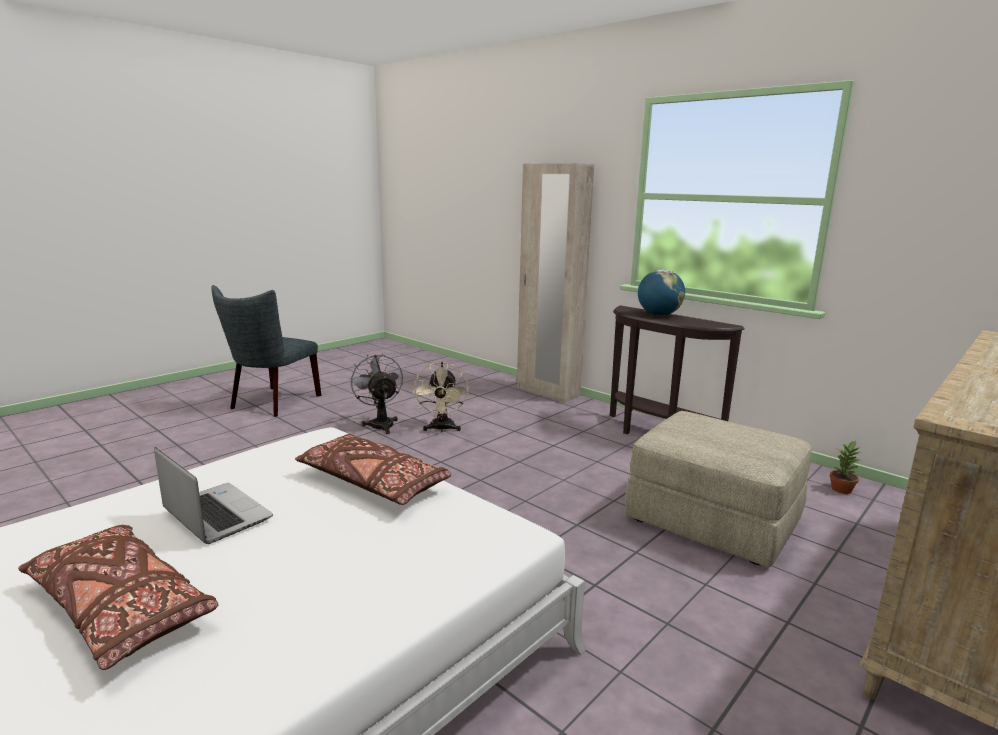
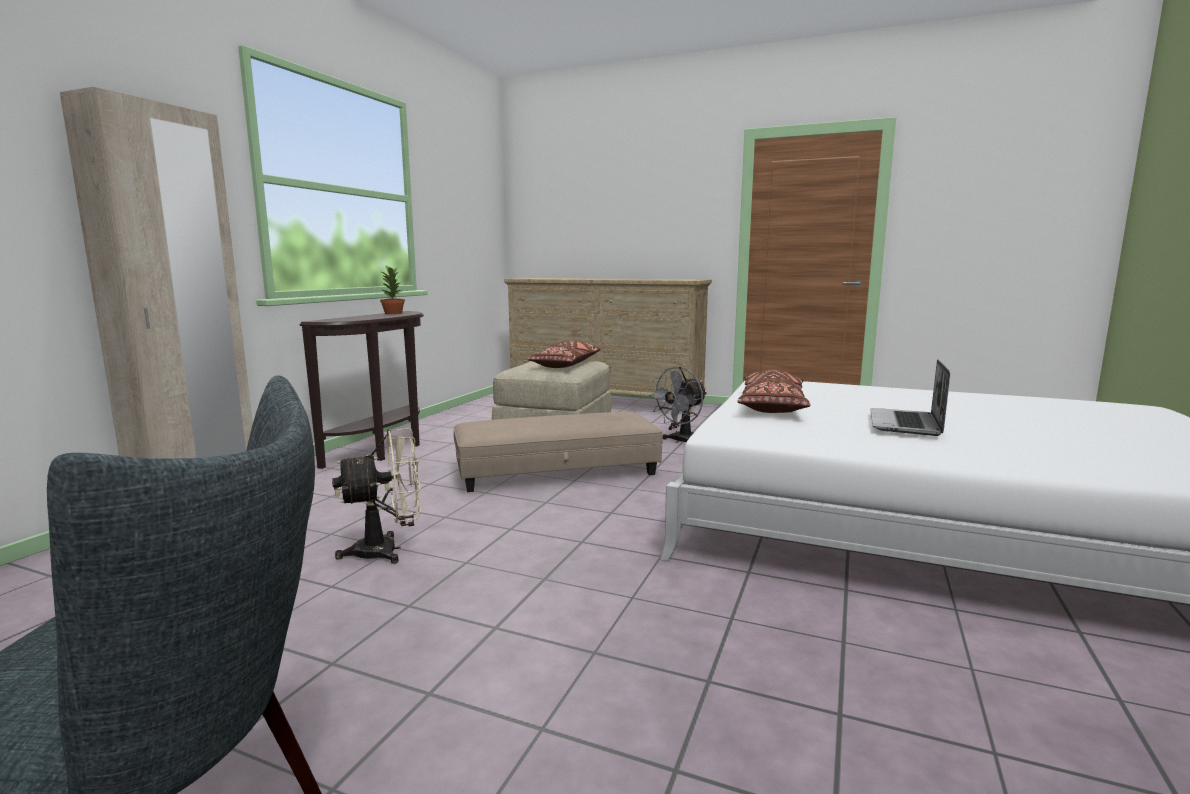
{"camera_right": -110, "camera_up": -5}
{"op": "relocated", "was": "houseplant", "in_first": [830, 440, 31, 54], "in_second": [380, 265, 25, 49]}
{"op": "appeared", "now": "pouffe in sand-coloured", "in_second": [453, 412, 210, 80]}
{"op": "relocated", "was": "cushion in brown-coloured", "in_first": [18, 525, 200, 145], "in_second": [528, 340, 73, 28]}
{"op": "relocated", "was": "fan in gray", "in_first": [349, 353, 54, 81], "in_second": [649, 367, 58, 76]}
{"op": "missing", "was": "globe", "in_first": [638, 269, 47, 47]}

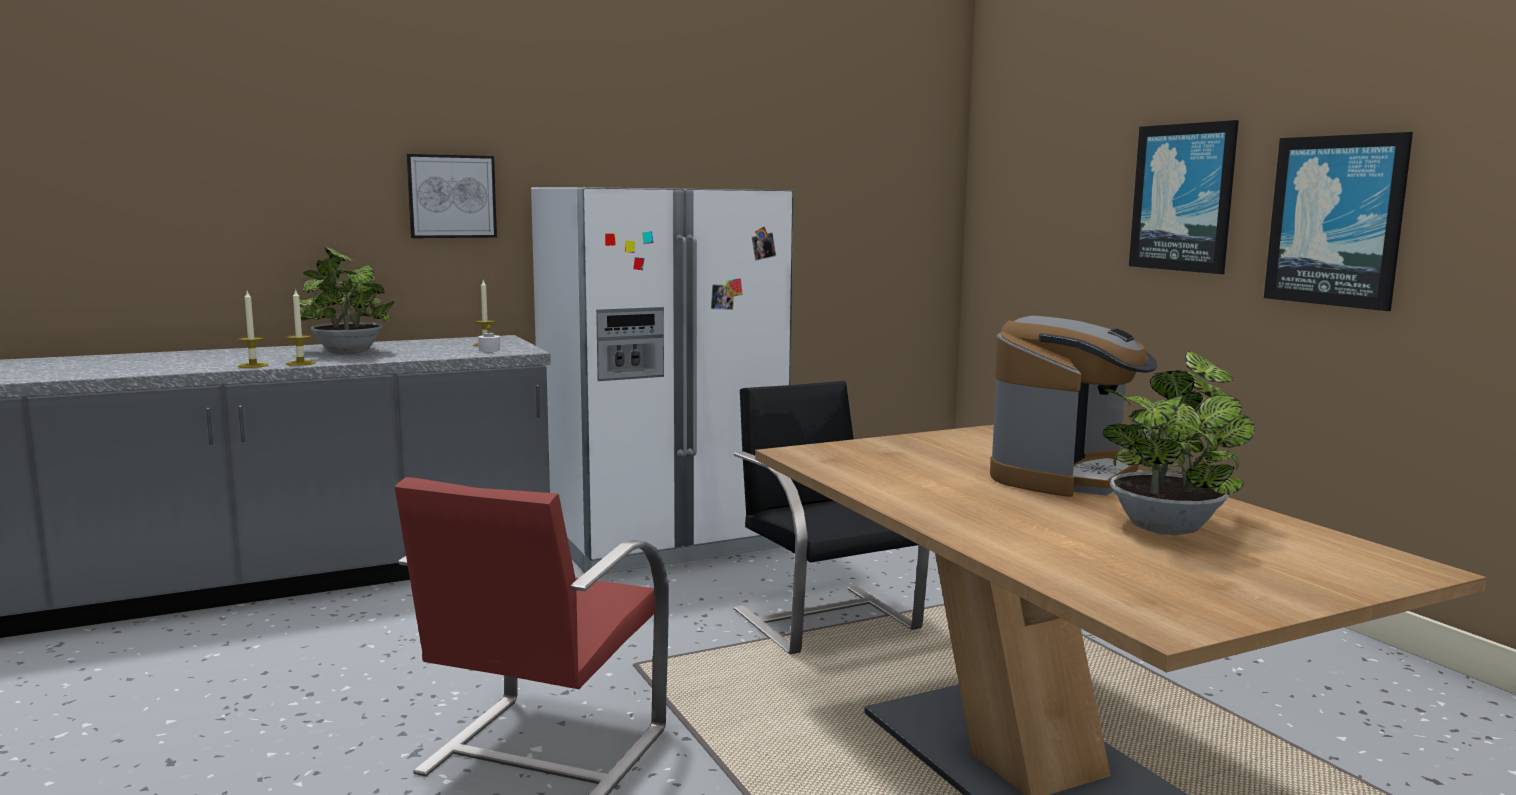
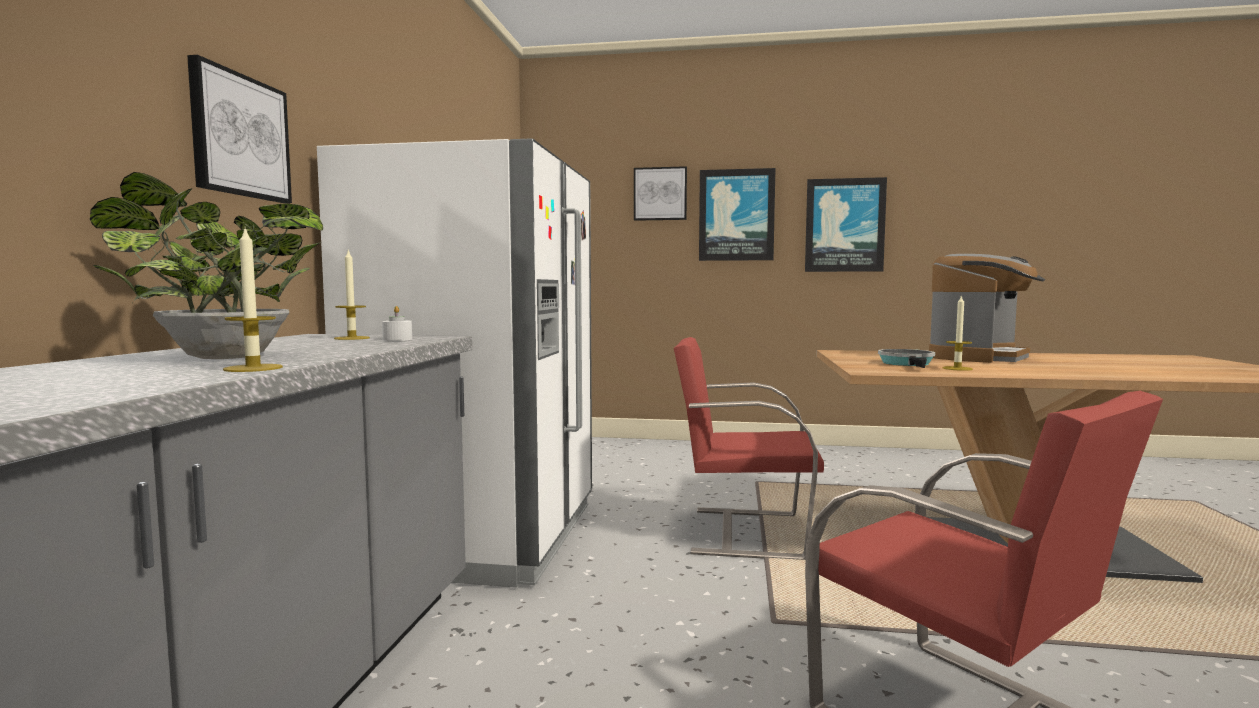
{"camera_right": -55, "camera_up": -5}
{"op": "appeared", "now": "wall art", "in_second": [634, 166, 53, 55]}
{"op": "colour", "was": "upright chair in blackish", "now": "upright chair in reddish", "in_first": [734, 381, 196, 273], "in_second": [674, 337, 150, 223]}
{"op": "appeared", "now": "frying pan", "in_second": [878, 349, 57, 19]}
{"op": "spun", "was": "coffee brewer", "in_first": [990, 316, 167, 181], "in_second": [929, 254, 116, 109], "clockwise": 60}
{"op": "relocated", "was": "candle", "in_first": [238, 291, 31, 77], "in_second": [943, 295, 30, 76]}
{"op": "missing", "was": "houseplant", "in_first": [1103, 351, 152, 184]}

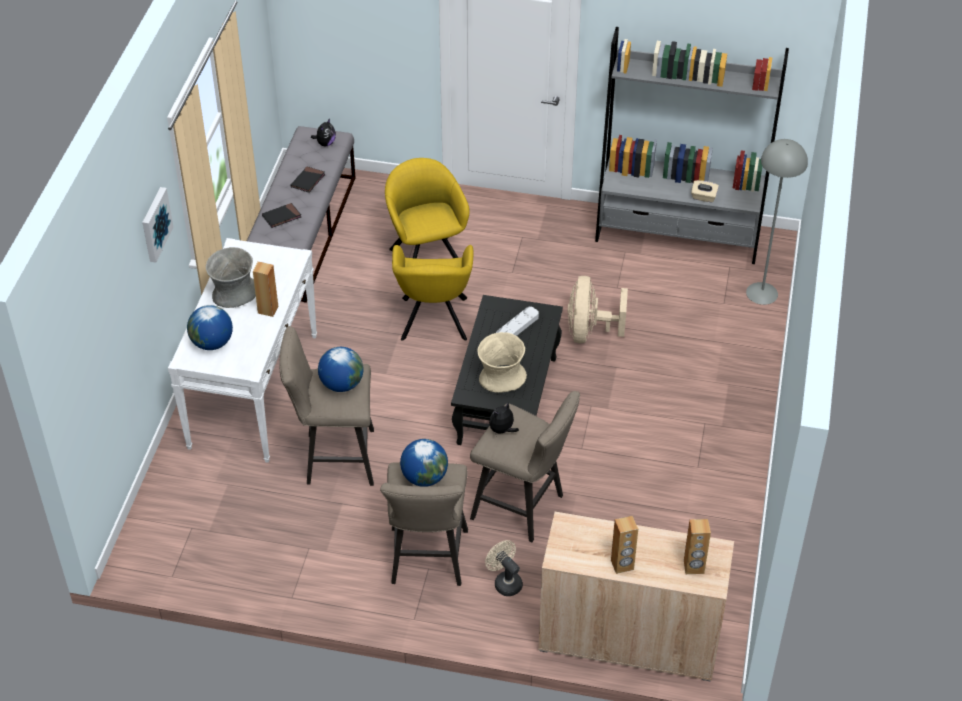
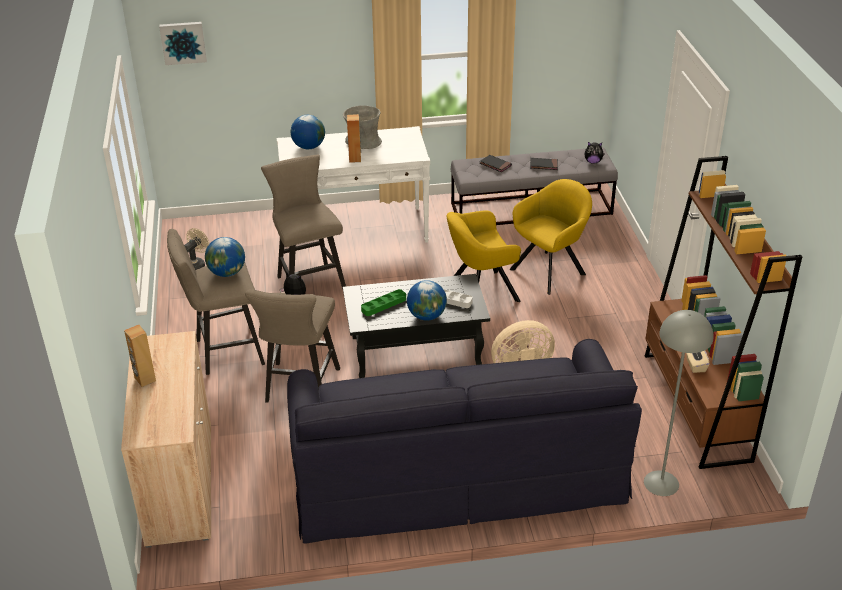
{"camera_right": 70, "camera_up": -10}
{"op": "relocated", "was": "wall art", "in_first": [142, 187, 31, 76], "in_second": [159, 22, 48, 43]}
{"op": "relocated", "was": "fan in sand-coloured", "in_first": [485, 540, 38, 56], "in_second": [184, 228, 25, 42]}
{"op": "appeared", "now": "couch in blackish", "in_second": [287, 339, 355, 205]}
{"op": "exchanged", "was": "flower vase in sand-coloured", "now": "carrying tray in greenish", "in_first": [478, 332, 49, 61], "in_second": [361, 289, 45, 27]}
{"op": "relocated", "was": "globe", "in_first": [318, 347, 45, 45], "in_second": [407, 280, 40, 40]}
{"op": "colour", "was": "bookshelf in gray", "now": "bookshelf in brown-coloured", "in_first": [595, 27, 194, 237], "in_second": [645, 156, 158, 313]}
{"op": "missing", "was": "speaker in brown-coloured", "in_first": [684, 519, 27, 55]}

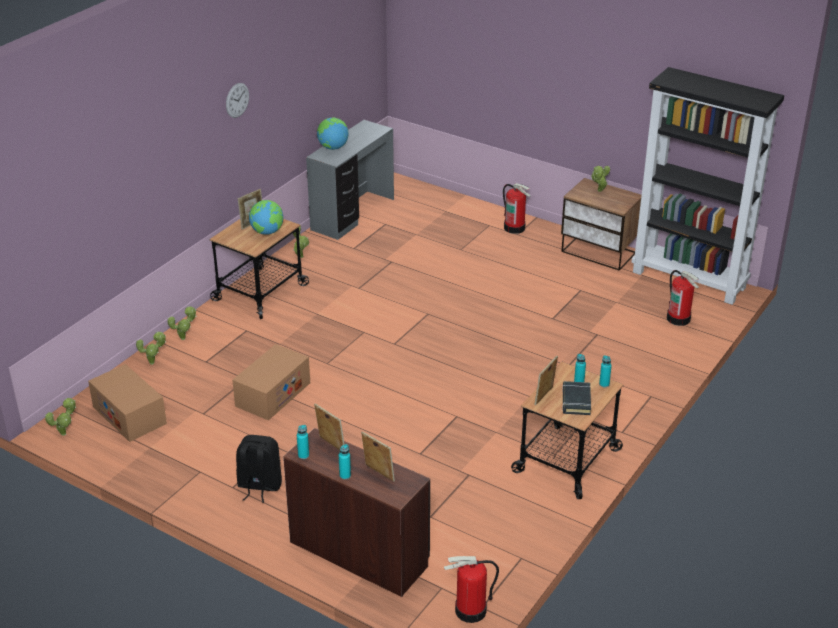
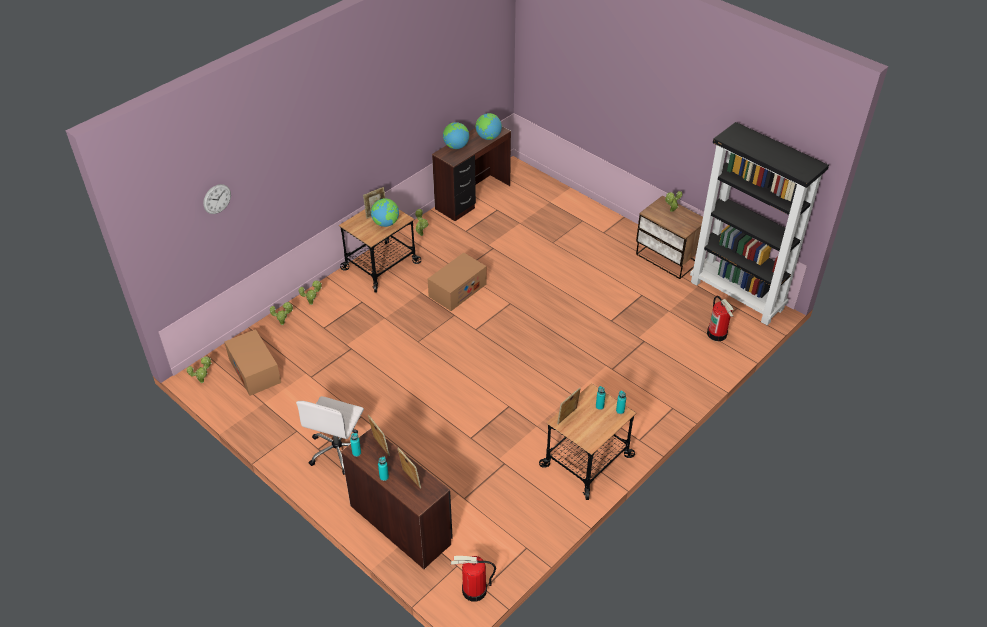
{"camera_right": 10, "camera_up": 10}
{"op": "relocated", "was": "wall clock", "in_first": [226, 83, 23, 35], "in_second": [203, 184, 28, 30]}
{"op": "exchanged", "was": "knapsack in blackish", "now": "computer chair in white", "in_first": [236, 435, 46, 68], "in_second": [296, 396, 68, 79]}
{"op": "relocated", "was": "packing box", "in_first": [232, 344, 78, 77], "in_second": [428, 253, 59, 58]}
{"op": "colour", "was": "desk unit in gray", "now": "desk unit in brown-coloured", "in_first": [306, 120, 88, 120], "in_second": [432, 127, 79, 94]}
{"op": "appeared", "now": "globe", "in_second": [476, 113, 26, 27]}
{"op": "missing", "was": "extinguisher", "in_first": [503, 183, 28, 51]}
{"op": "missing", "was": "book in blackish", "in_first": [562, 381, 29, 34]}

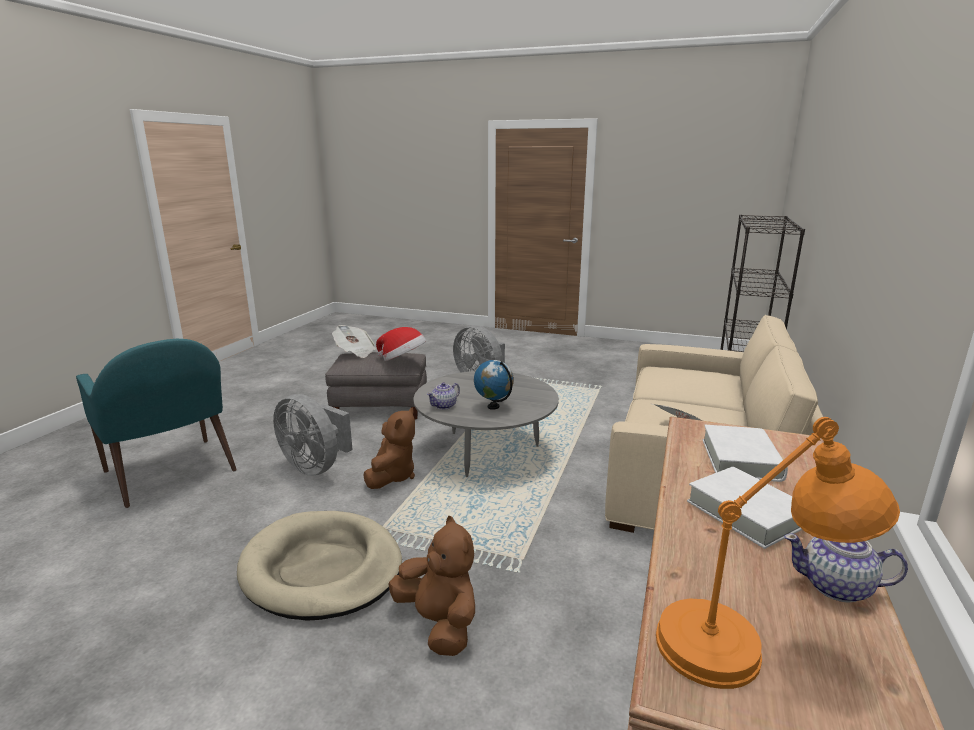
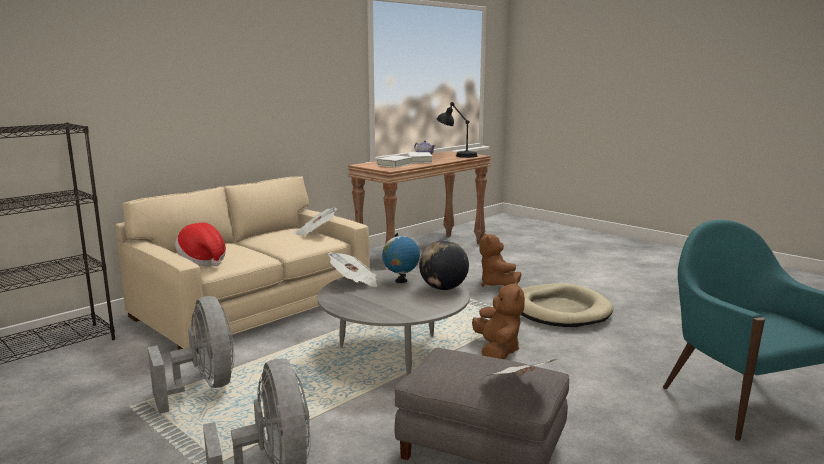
{"camera_right": -155, "camera_up": -5}
{"op": "relocated", "was": "fan in gray", "in_first": [273, 394, 80, 82], "in_second": [148, 296, 87, 118]}
{"op": "relocated", "was": "wearable hat", "in_first": [376, 327, 50, 34], "in_second": [175, 223, 51, 43]}
{"op": "appeared", "now": "newspaper", "in_second": [328, 252, 49, 35]}
{"op": "exchanged", "was": "pot for tea", "now": "globe", "in_first": [427, 382, 33, 28], "in_second": [419, 240, 50, 50]}
{"op": "colour", "was": "tabletop lamp in orange-coloured", "now": "tabletop lamp in blackish", "in_first": [656, 417, 244, 272], "in_second": [437, 102, 40, 56]}
{"op": "spun", "was": "cuddly toy in brown-coloured", "in_first": [364, 408, 51, 81], "in_second": [472, 281, 53, 78], "clockwise": 135}

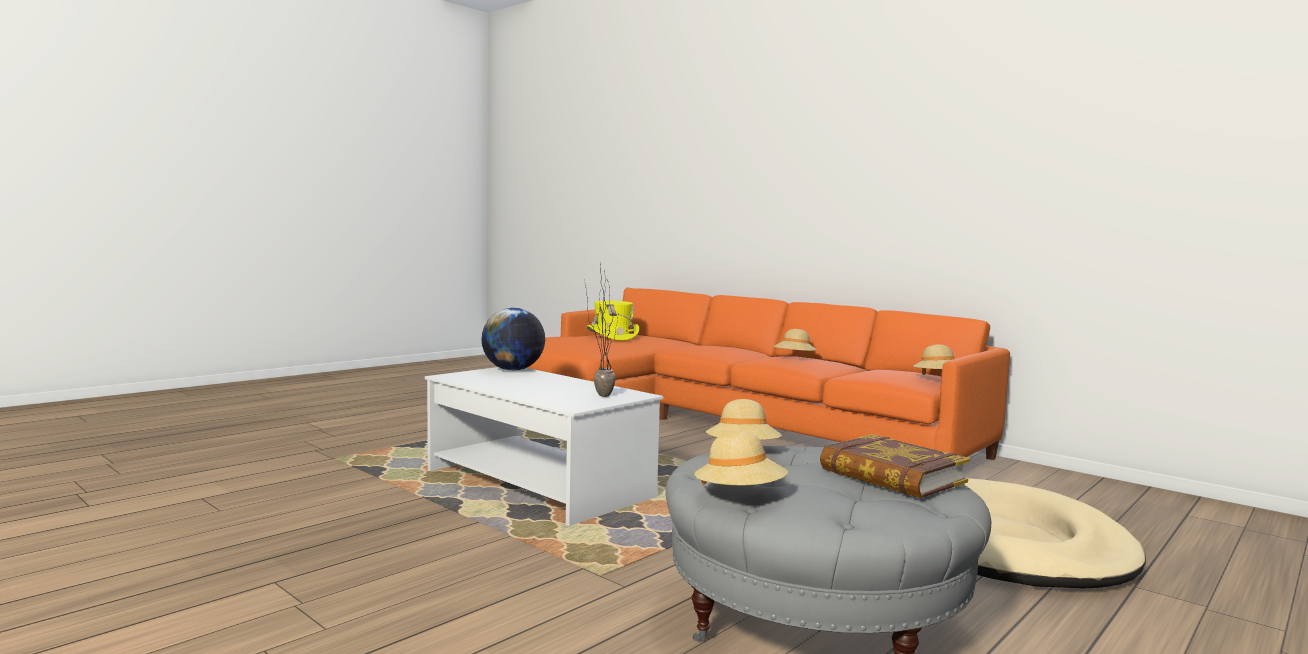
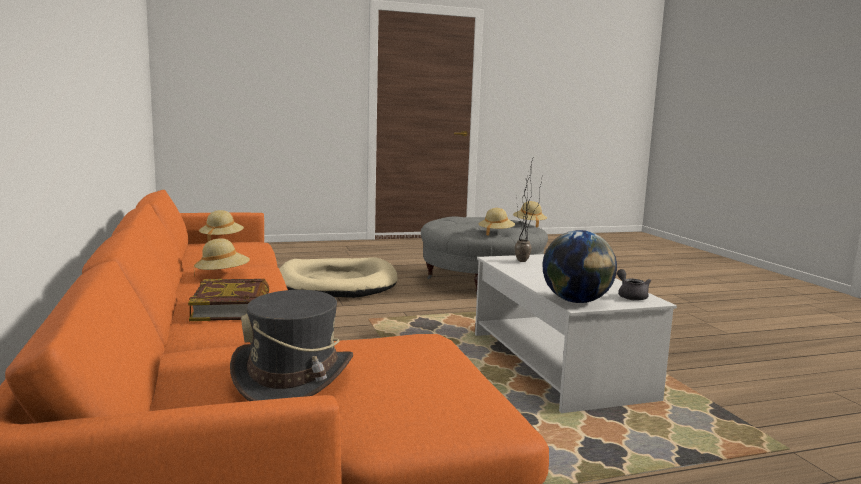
{"camera_right": -150, "camera_up": 5}
{"op": "relocated", "was": "book", "in_first": [820, 434, 151, 64], "in_second": [188, 279, 81, 42]}
{"op": "colour", "was": "wearable hat in yellow-coloured", "now": "wearable hat in gray", "in_first": [587, 301, 52, 40], "in_second": [230, 290, 123, 111]}
{"op": "appeared", "now": "pot for tea in gray", "in_second": [617, 269, 34, 32]}

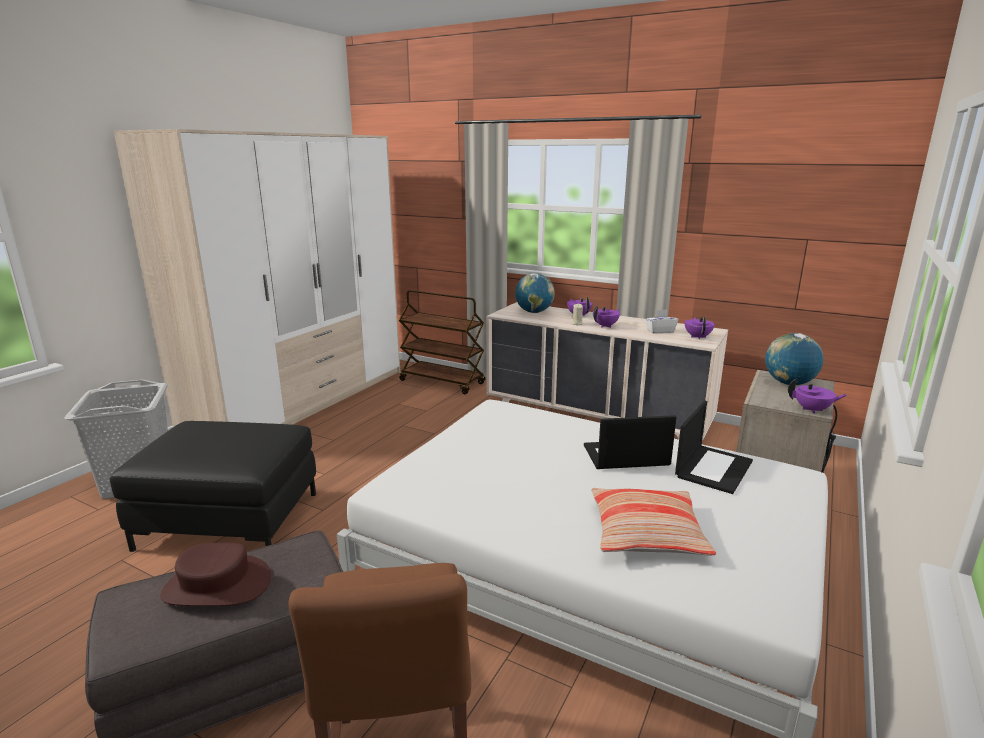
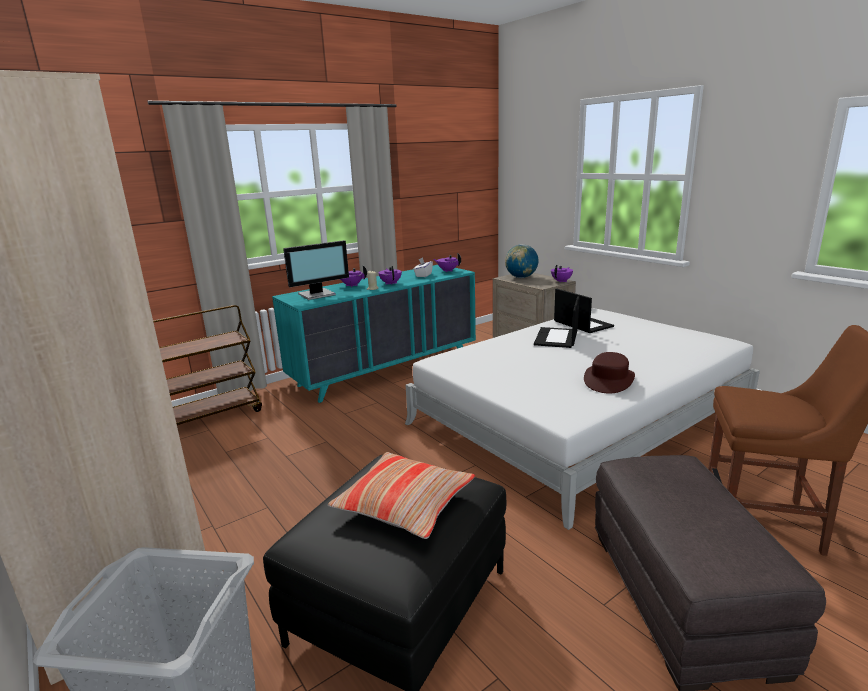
{"camera_right": -65, "camera_up": 0}
{"op": "colour", "was": "drawer chest in sand-coloured", "now": "drawer chest in turquoise", "in_first": [486, 302, 242, 138], "in_second": [272, 265, 204, 138]}
{"op": "exchanged", "was": "globe", "now": "computer screen", "in_first": [515, 273, 40, 40], "in_second": [283, 240, 66, 60]}
{"op": "relocated", "was": "cushion", "in_first": [591, 488, 125, 67], "in_second": [327, 452, 148, 87]}
{"op": "relocated", "was": "wearable hat in brown-coloured", "in_first": [160, 543, 111, 63], "in_second": [584, 352, 51, 41]}

